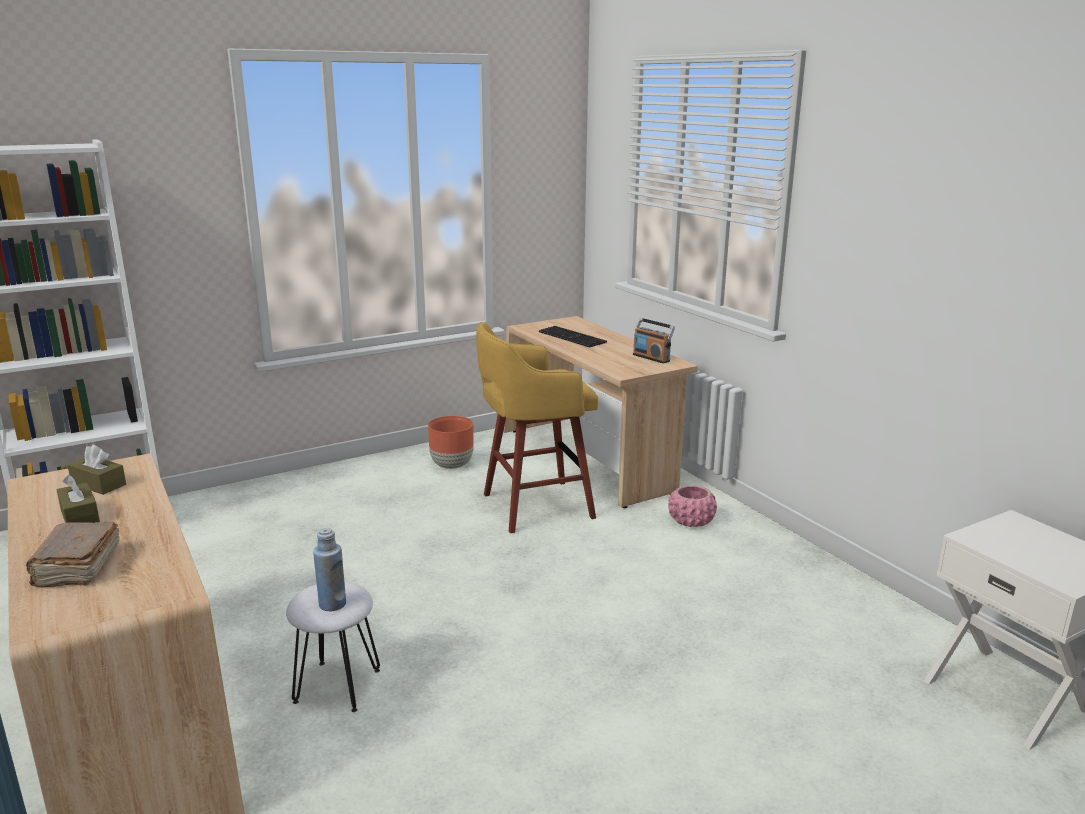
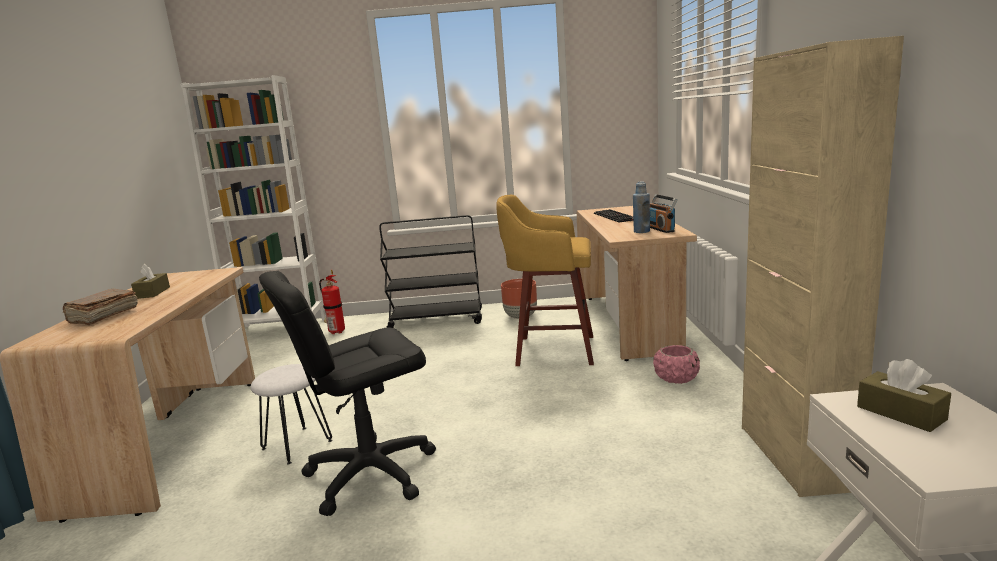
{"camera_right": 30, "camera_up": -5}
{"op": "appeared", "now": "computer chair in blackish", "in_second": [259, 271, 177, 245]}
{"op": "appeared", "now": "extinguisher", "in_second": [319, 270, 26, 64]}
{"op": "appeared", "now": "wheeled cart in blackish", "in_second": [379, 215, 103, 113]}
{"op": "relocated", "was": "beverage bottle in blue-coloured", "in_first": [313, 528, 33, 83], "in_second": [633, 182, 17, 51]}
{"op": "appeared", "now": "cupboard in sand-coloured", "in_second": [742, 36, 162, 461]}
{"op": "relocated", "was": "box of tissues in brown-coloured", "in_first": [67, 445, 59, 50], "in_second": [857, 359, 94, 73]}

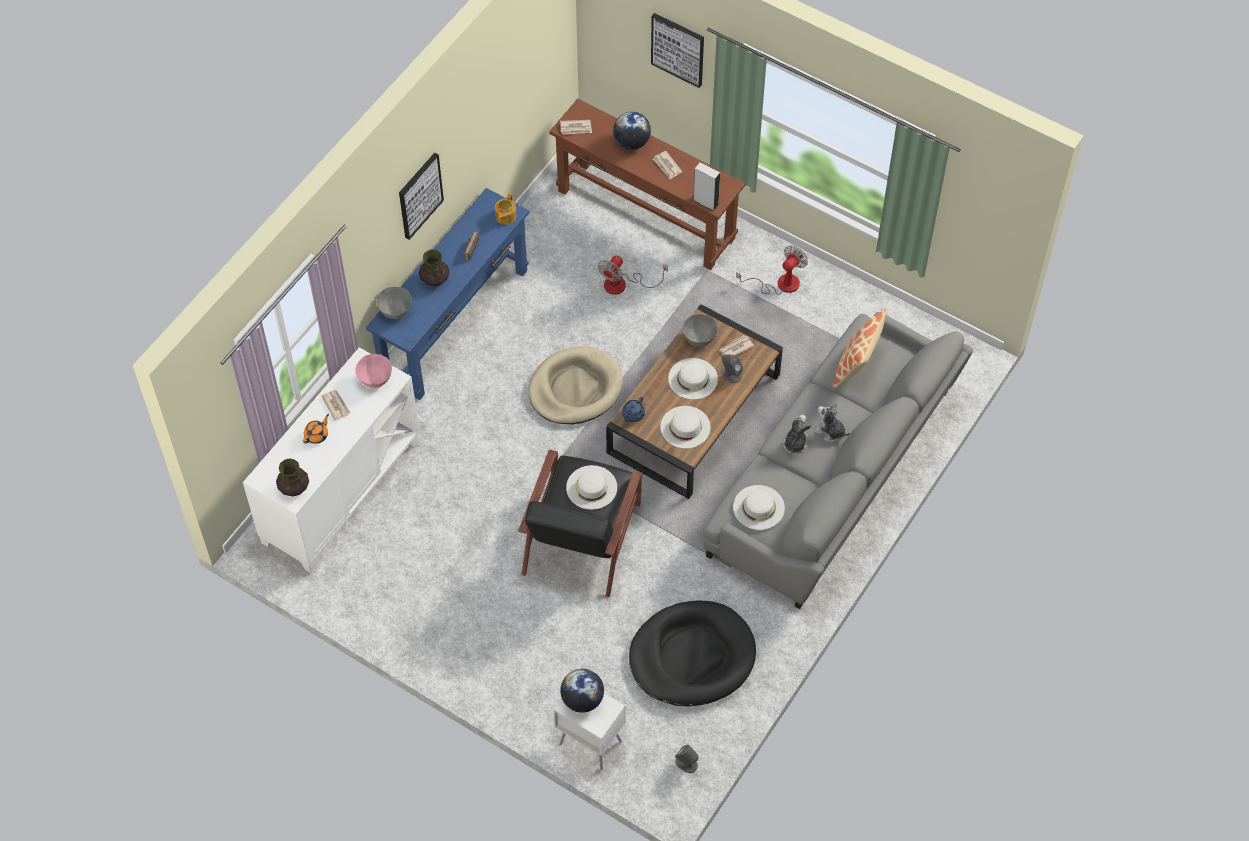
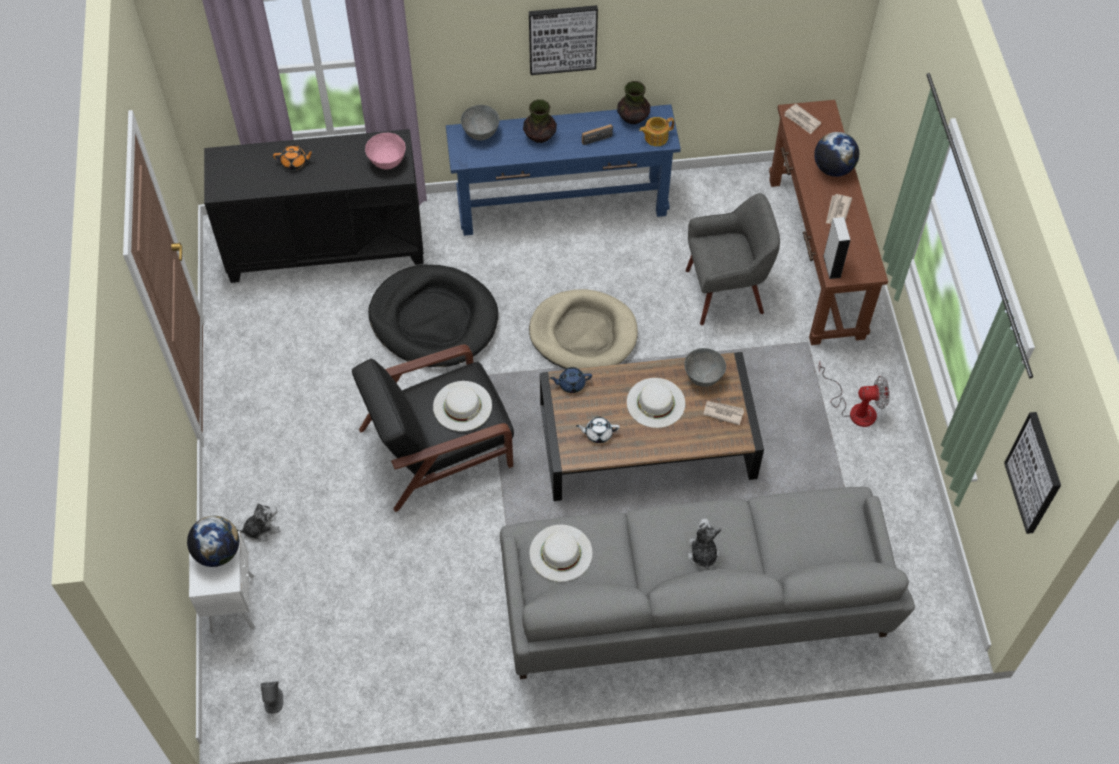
{"camera_right": 50, "camera_up": 0}
{"op": "colour", "was": "cupboard in white", "now": "cupboard in blackish", "in_first": [243, 347, 177, 226], "in_second": [204, 129, 220, 154]}
{"op": "relocated", "was": "cuddly toy", "in_first": [783, 414, 28, 41], "in_second": [237, 504, 43, 38]}
{"op": "relocated", "was": "pet bed in blackish", "in_first": [629, 600, 127, 107], "in_second": [368, 265, 130, 102]}
{"op": "exchanged", "was": "wearable hat in white", "now": "pot for tea in white", "in_first": [660, 406, 51, 43], "in_second": [576, 417, 44, 26]}
{"op": "relocated", "was": "flower vase", "in_first": [276, 458, 33, 38], "in_second": [617, 81, 33, 43]}
{"op": "exchanged", "was": "fan", "now": "easy chair in gray", "in_first": [598, 255, 70, 40], "in_second": [686, 193, 94, 132]}
{"op": "relocated", "was": "wall art", "in_first": [651, 13, 53, 75], "in_second": [1004, 412, 57, 122]}
{"op": "missing", "was": "newspaper", "in_first": [321, 390, 30, 31]}
{"op": "missing", "was": "speaker in gray", "in_first": [721, 354, 22, 29]}
{"op": "missing", "was": "cushion", "in_first": [832, 308, 55, 82]}

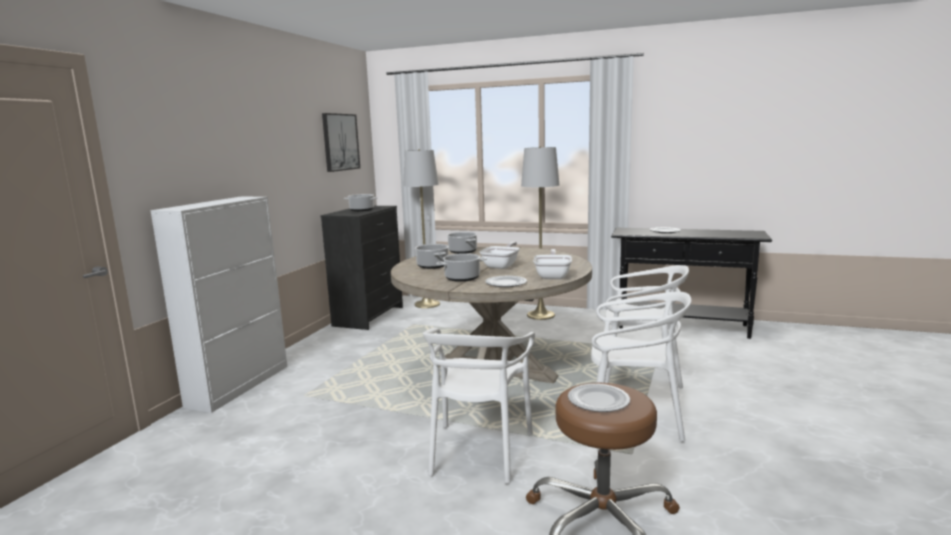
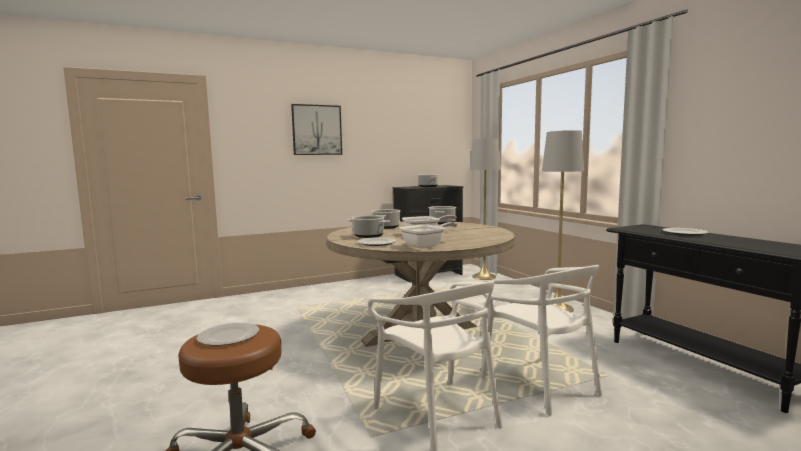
{"camera_right": 45, "camera_up": -5}
{"op": "relocated", "was": "wall art", "in_first": [322, 113, 38, 59], "in_second": [291, 104, 51, 51]}
{"op": "missing", "was": "cupboard in white", "in_first": [150, 197, 137, 216]}
{"op": "missing", "was": "upright chair in white", "in_first": [423, 328, 112, 156]}

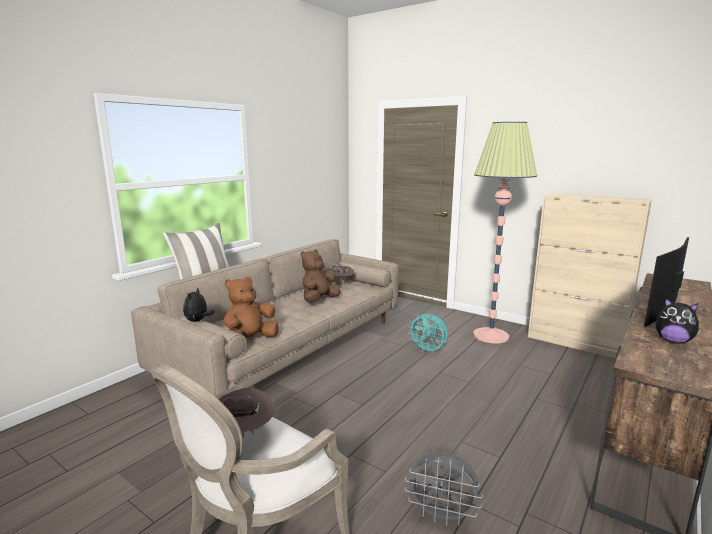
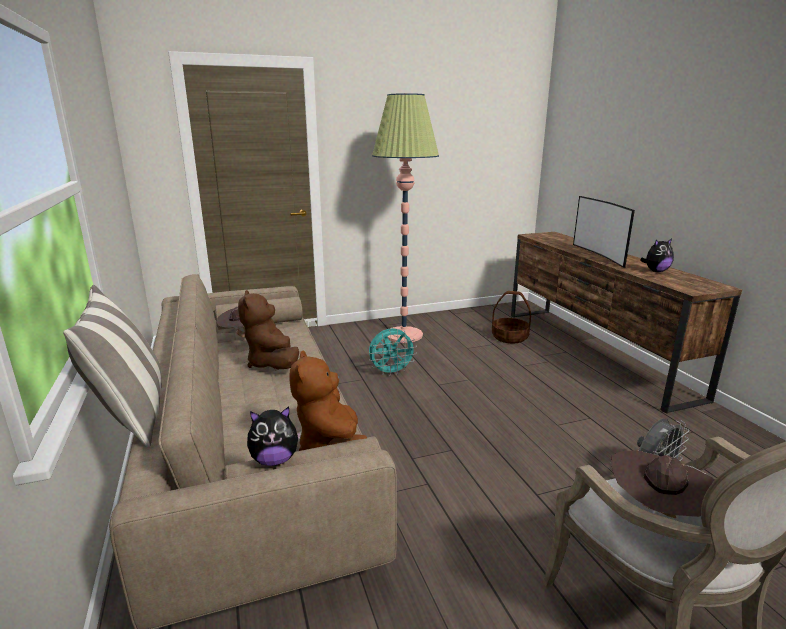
{"camera_right": -55, "camera_up": 5}
{"op": "spun", "was": "cuddly toy", "in_first": [183, 287, 32, 35], "in_second": [247, 407, 54, 59], "clockwise": -60}
{"op": "appeared", "now": "household basket", "in_second": [492, 291, 39, 52]}
{"op": "missing", "was": "cupboard in sand-coloured", "in_first": [528, 193, 124, 165]}

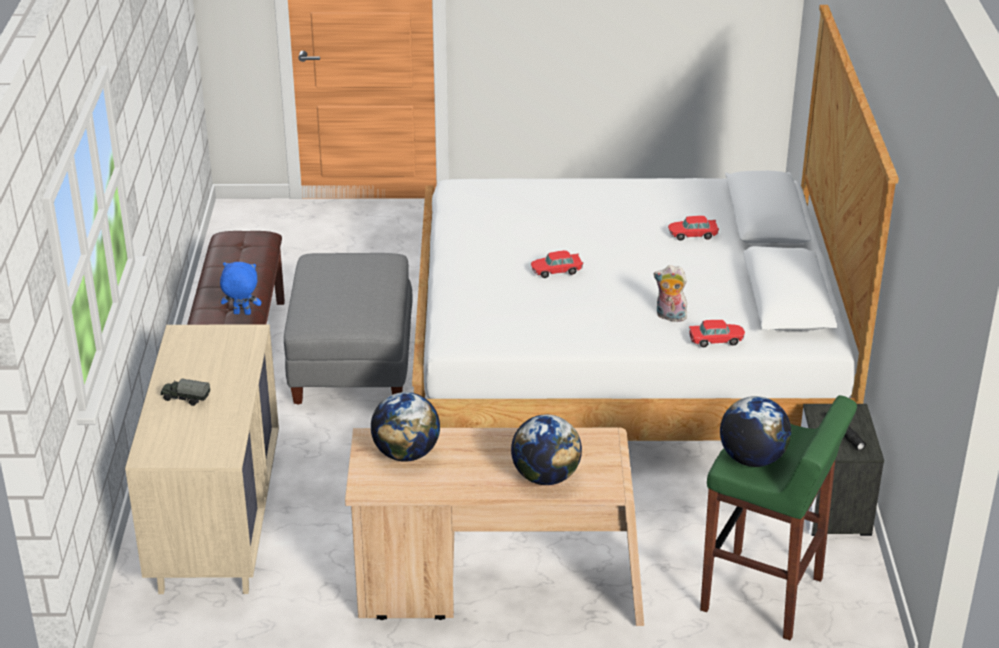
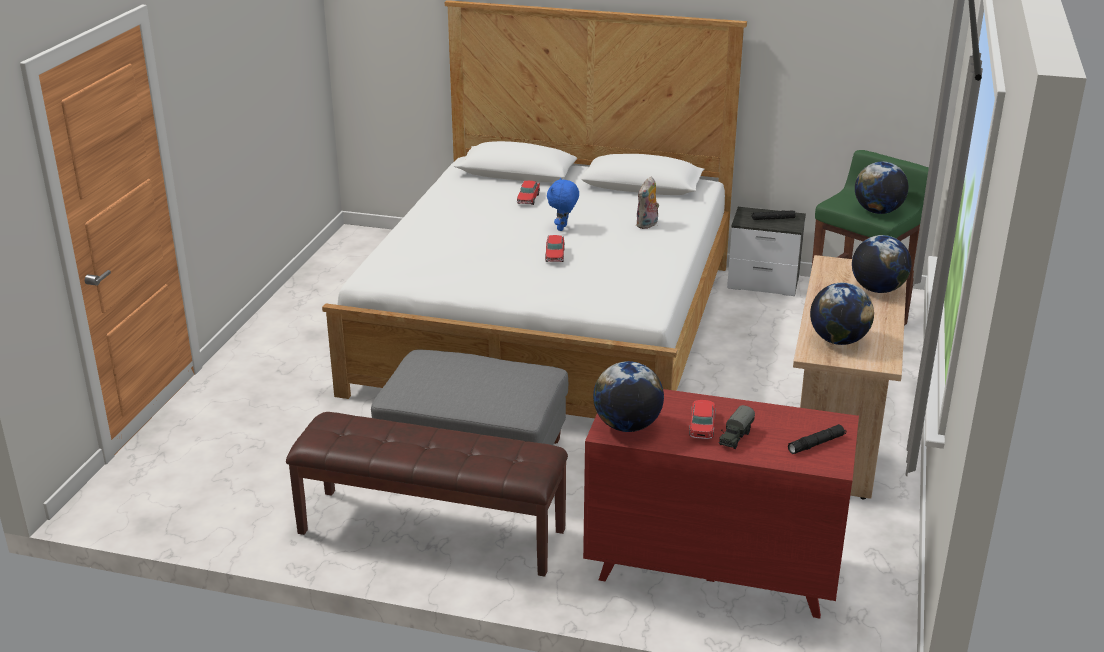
{"camera_right": -75, "camera_up": -5}
{"op": "relocated", "was": "cuddly toy in blue-coloured", "in_first": [220, 262, 41, 53], "in_second": [547, 178, 32, 53]}
{"op": "colour", "was": "drawer chest in sand-coloured", "now": "drawer chest in reddish", "in_first": [125, 325, 154, 269], "in_second": [583, 389, 276, 230]}
{"op": "appeared", "now": "globe", "in_second": [593, 361, 71, 71]}
{"op": "relocated", "was": "model car", "in_first": [689, 320, 56, 27], "in_second": [689, 400, 27, 39]}
{"op": "appeared", "now": "torch in blackish", "in_second": [788, 424, 58, 30]}

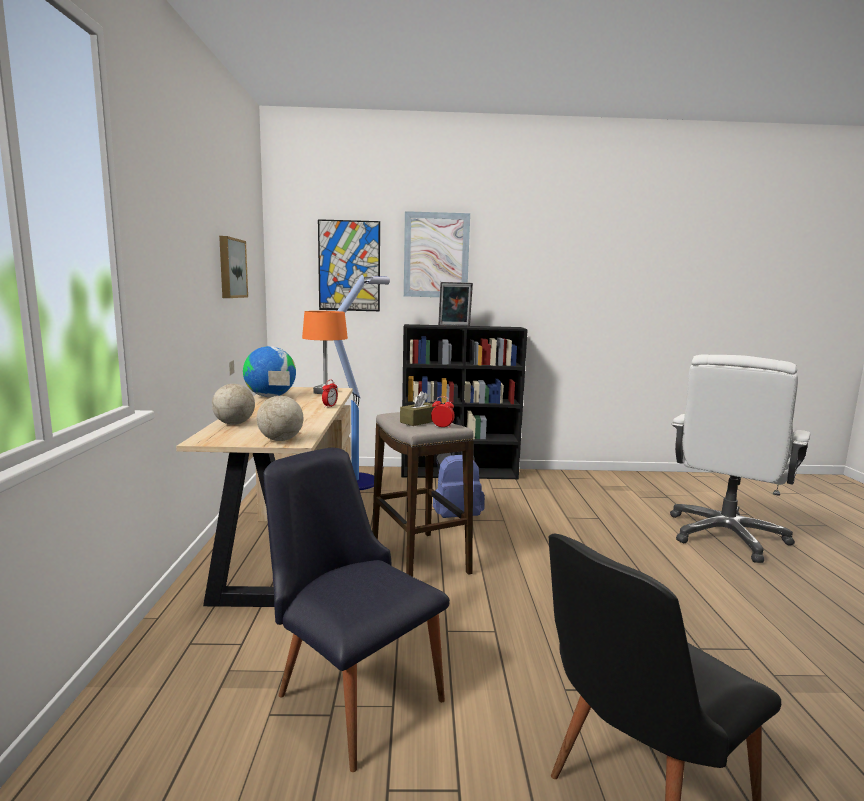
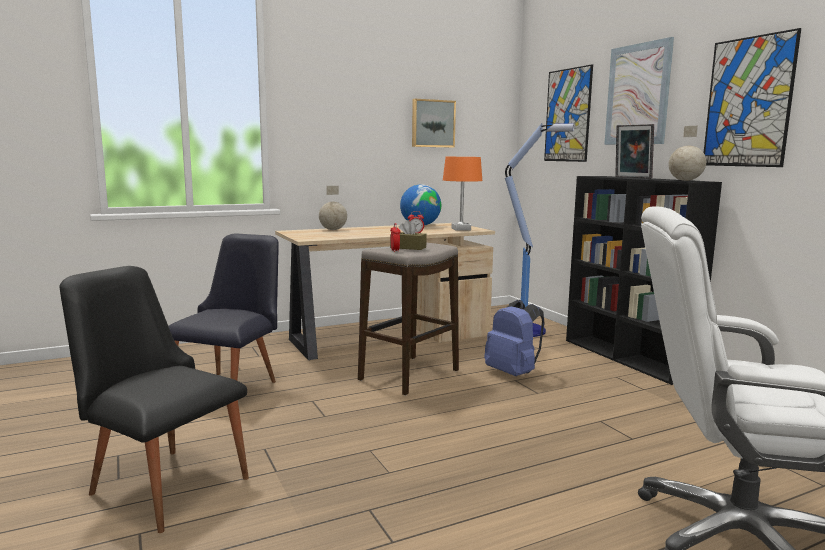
{"camera_right": 65, "camera_up": 0}
{"op": "relocated", "was": "globe", "in_first": [257, 371, 46, 70], "in_second": [668, 126, 38, 55]}
{"op": "appeared", "now": "wall art", "in_second": [704, 28, 97, 139]}

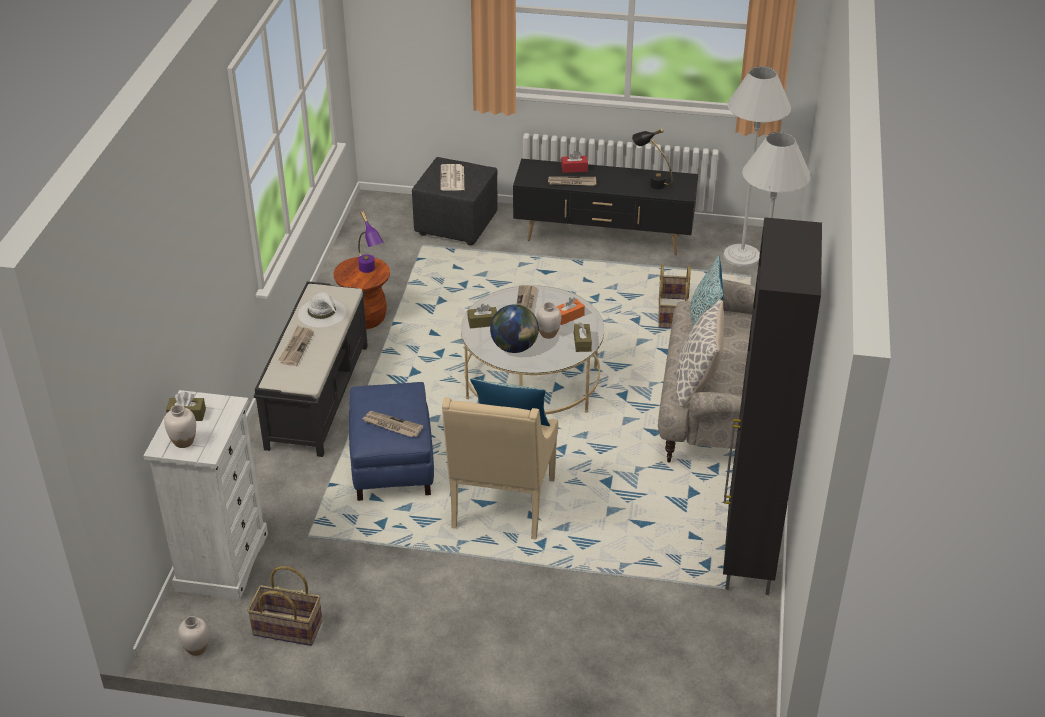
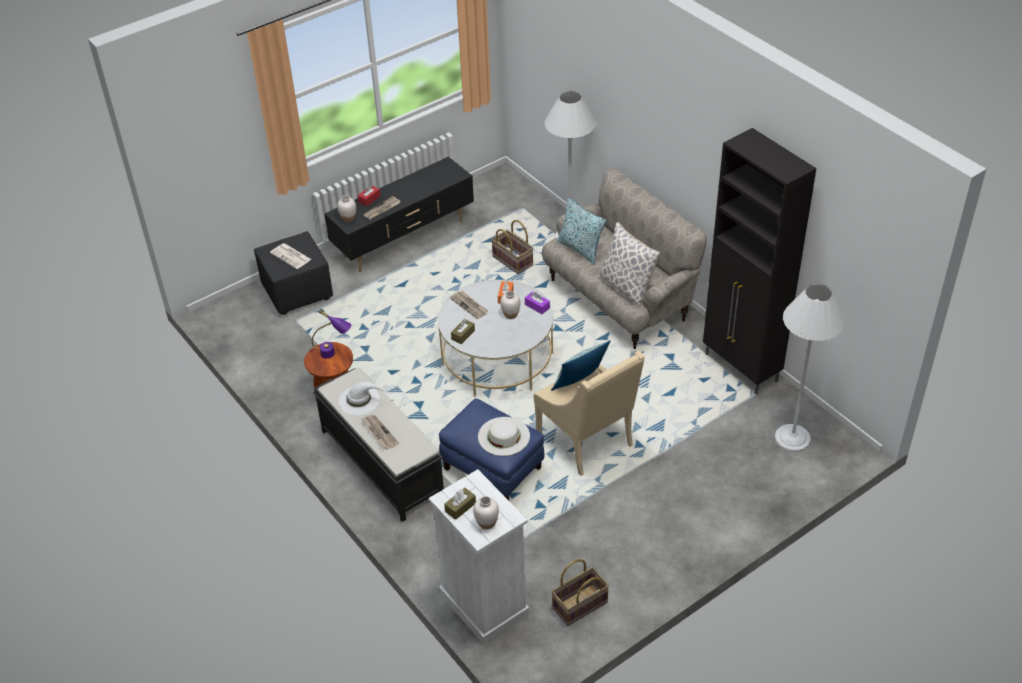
{"camera_right": -45, "camera_up": 5}
{"op": "relocated", "was": "flower vase in white", "in_first": [178, 616, 31, 40], "in_second": [337, 195, 19, 27]}
{"op": "exchanged", "was": "newspaper", "now": "wearable hat in white", "in_first": [362, 411, 61, 26], "in_second": [478, 417, 52, 39]}
{"op": "colour", "was": "box of tissues in brown-coloured", "now": "box of tissues in purplish", "in_first": [574, 322, 18, 30], "in_second": [525, 291, 25, 23]}
{"op": "relocated", "was": "standard lamp in white", "in_first": [723, 66, 68, 201], "in_second": [775, 284, 71, 168]}
{"op": "missing", "was": "globe", "in_first": [490, 304, 49, 49]}
{"op": "missing", "was": "tabletop lamp in blackish", "in_first": [632, 129, 41, 60]}

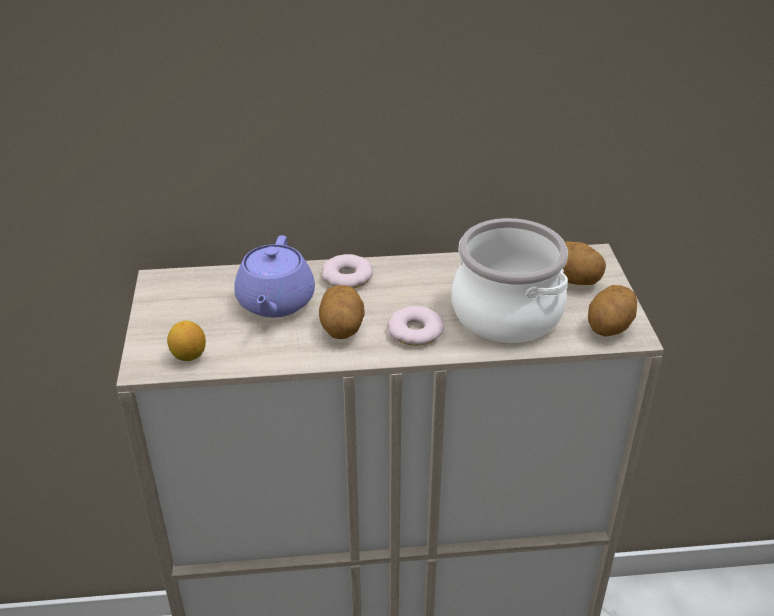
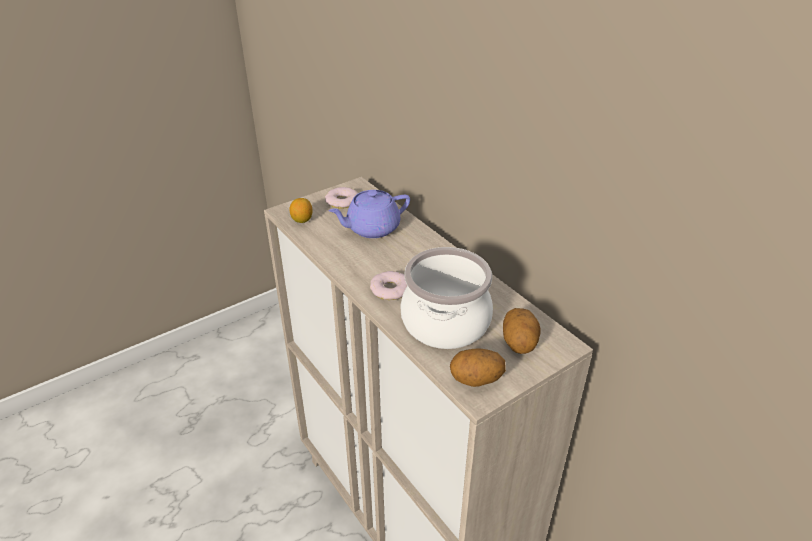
{"camera_right": 60, "camera_up": 0}
{"op": "relocated", "was": "ring doughnut", "in_first": [322, 254, 51, 35], "in_second": [325, 187, 33, 22]}
{"op": "missing", "was": "potato", "in_first": [319, 285, 46, 54]}

